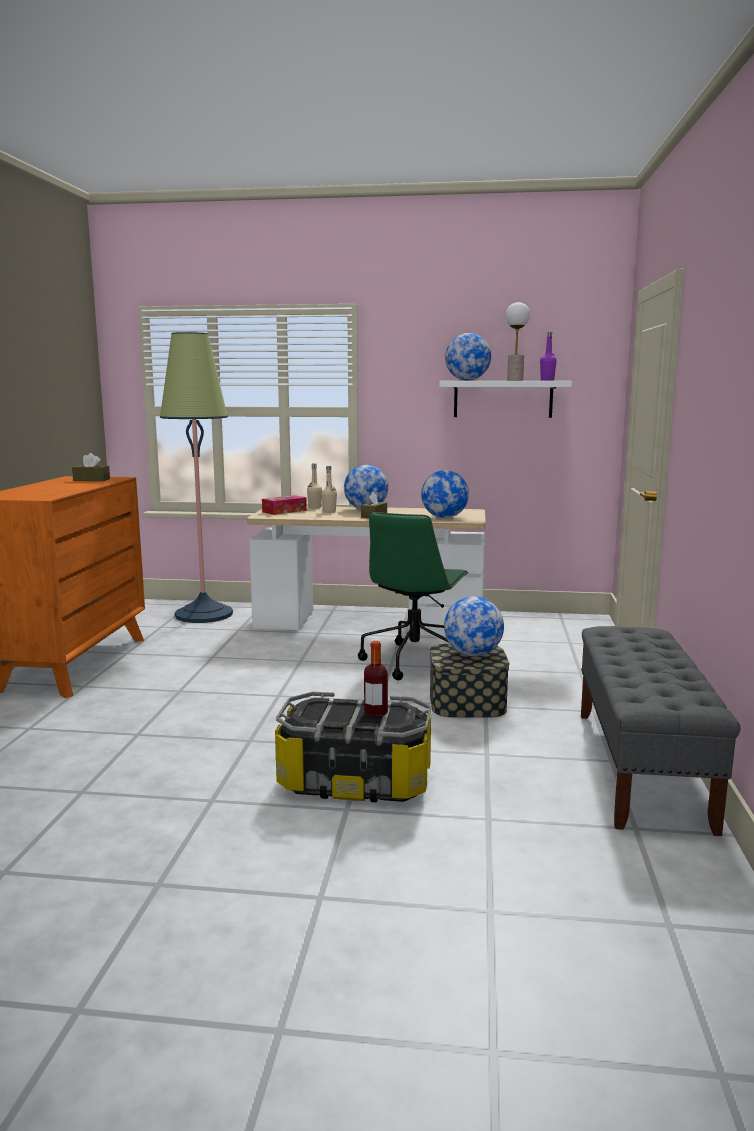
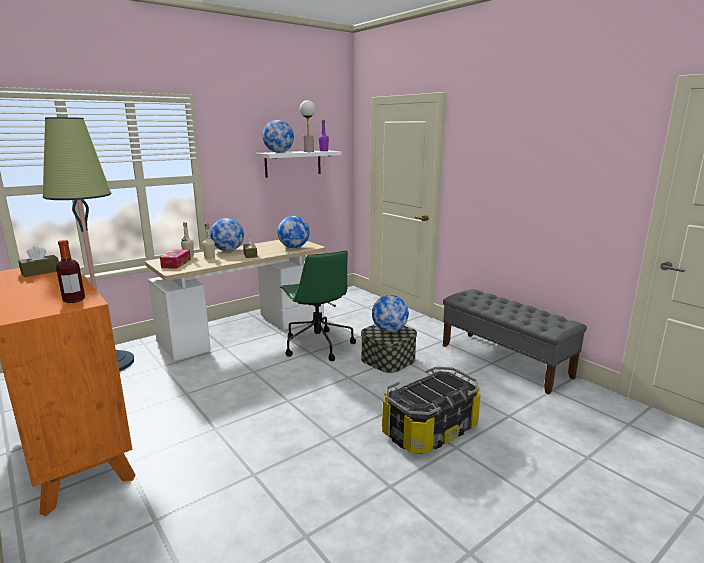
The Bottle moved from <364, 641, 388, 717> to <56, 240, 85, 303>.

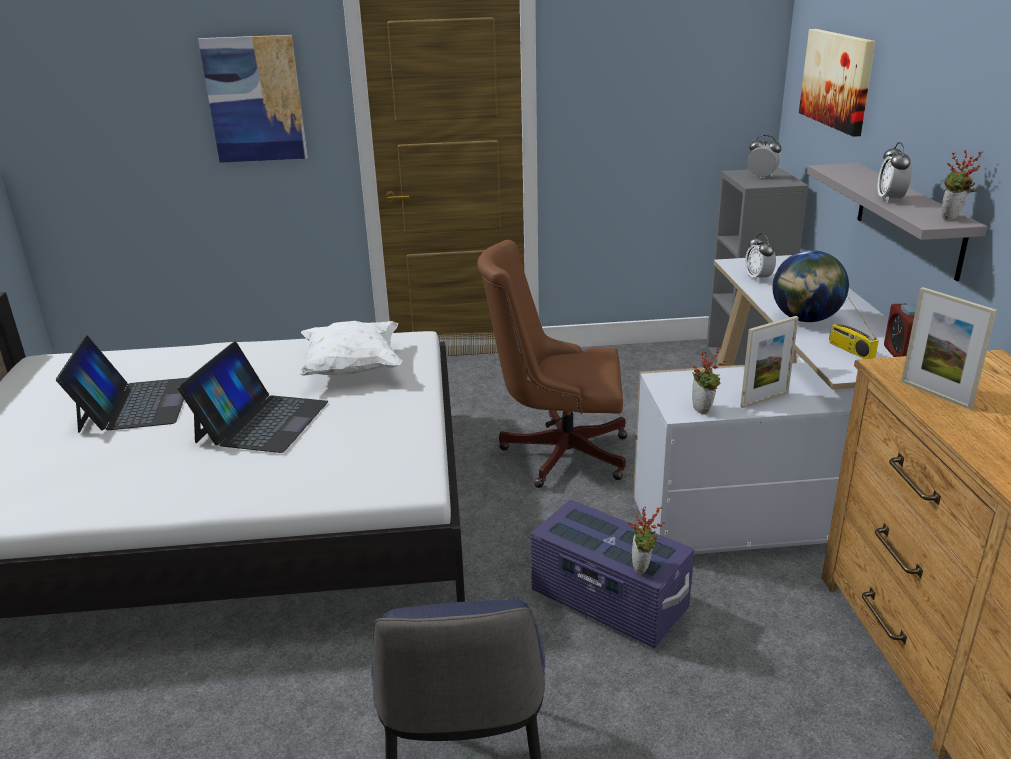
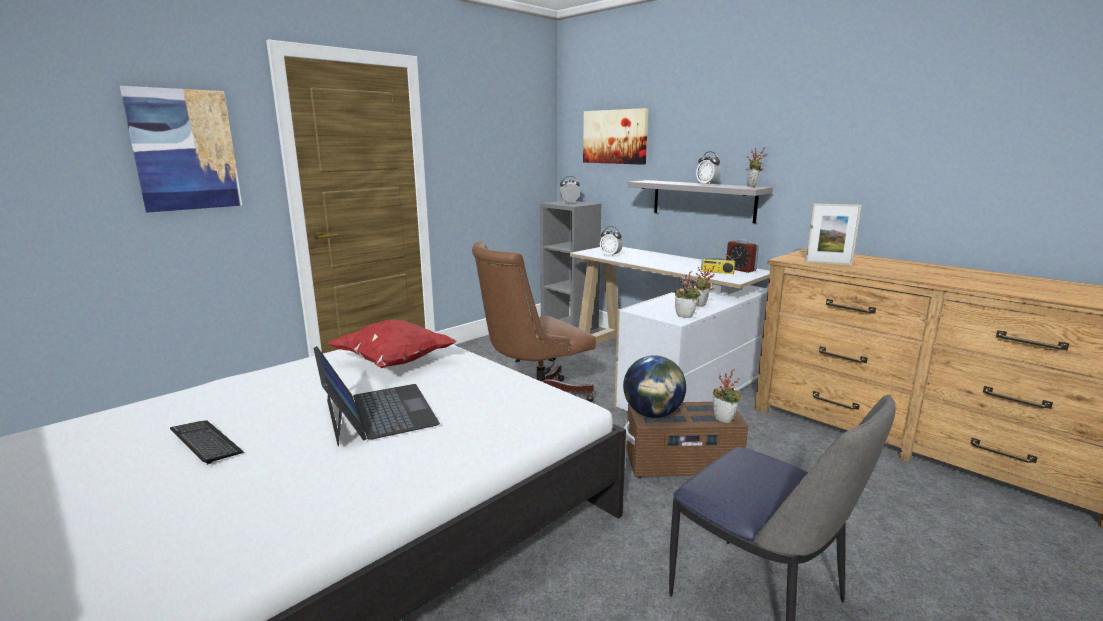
The WorldGlobe moved from <773, 250, 849, 322> to <623, 355, 686, 418>. The StandingFrame at <740, 316, 799, 408> was replaced by the Houseplant at <696, 266, 715, 307>. The WhitePillow at <297, 321, 403, 376> became the RedColouredPillow at <327, 320, 457, 368>. The NotebookComputer at <56, 336, 189, 433> was replaced by the Keyboard at <170, 421, 244, 465>. The PurpleStorageContainer at <531, 500, 694, 648> became the BrownishStorageContainer at <624, 402, 748, 478>.

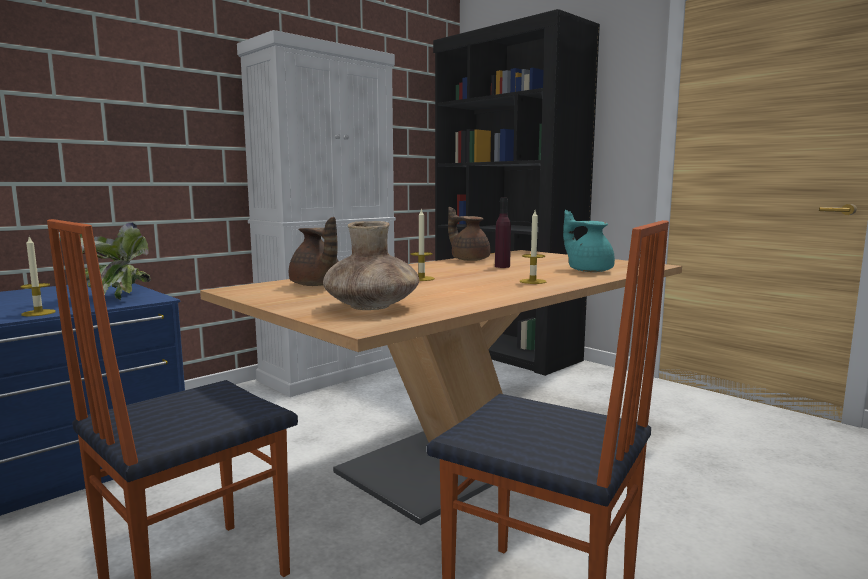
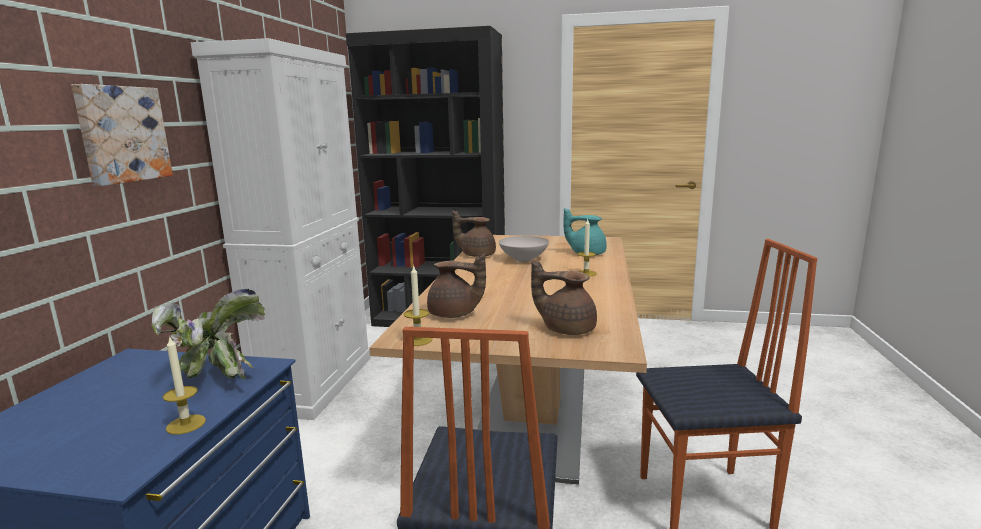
The PurpleBottle at <495, 198, 511, 268> was replaced by the WhiteDeepDish at <499, 236, 549, 262>. The Candle moved from <411, 208, 435, 281> to <404, 264, 433, 346>. The BrownishVase at <323, 221, 419, 310> was replaced by the BrownishTeaPot at <531, 260, 597, 335>. The WallPicture at <71, 84, 173, 186> appeared.

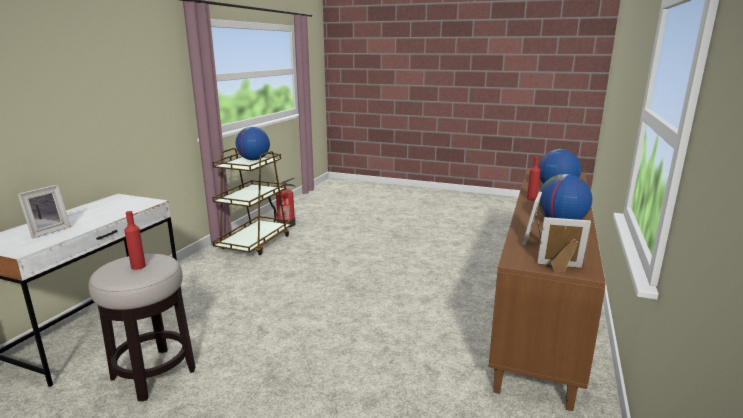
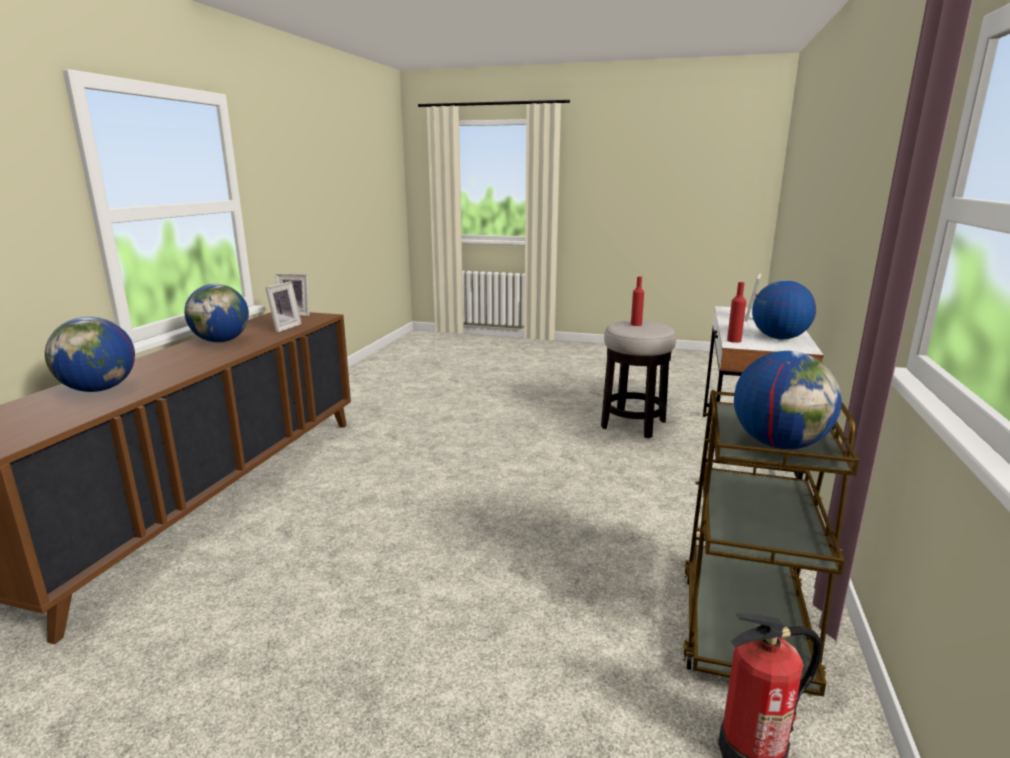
The RedColouredBottle moved from <527, 156, 541, 201> to <727, 282, 746, 343>. The WorldGlobe at <752, 280, 816, 339> appeared.

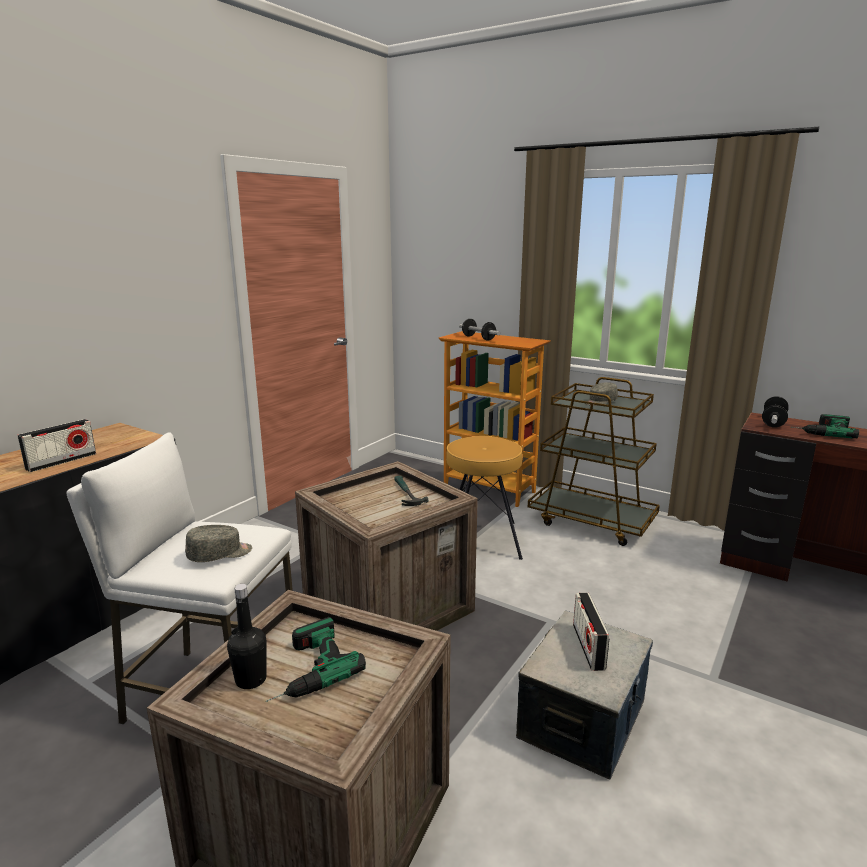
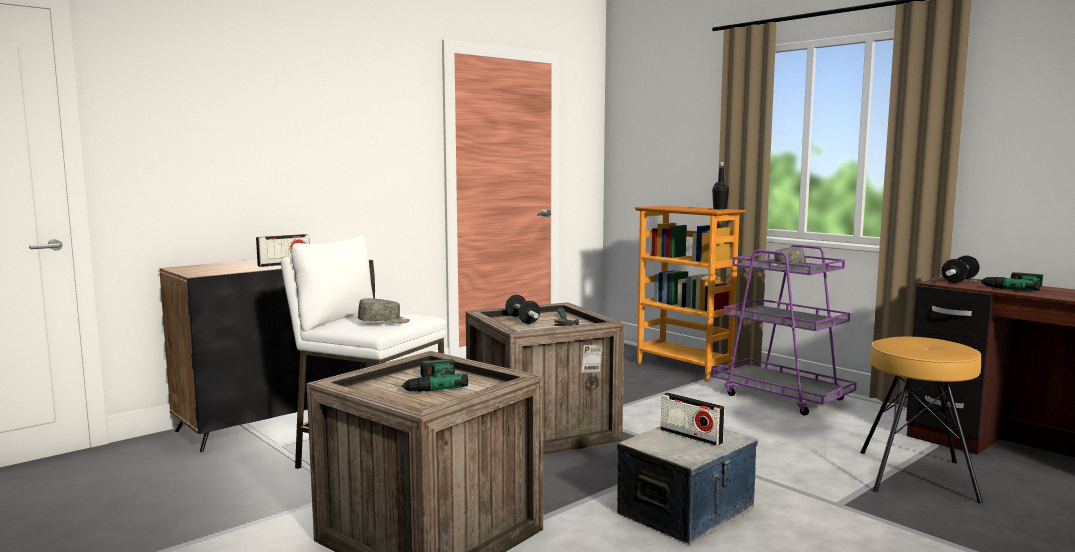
The HandWeight moved from <459, 319, 500, 341> to <505, 295, 540, 324>. The BrownishTrolley at <528, 377, 660, 546> became the PurpleTrolley at <712, 244, 857, 416>. The BrownishStool moved from <446, 436, 523, 560> to <860, 337, 983, 503>. The BlackishBottle moved from <227, 584, 267, 689> to <712, 162, 729, 210>. The Radio at <573, 593, 609, 671> turned 60 degrees counterclockwise.

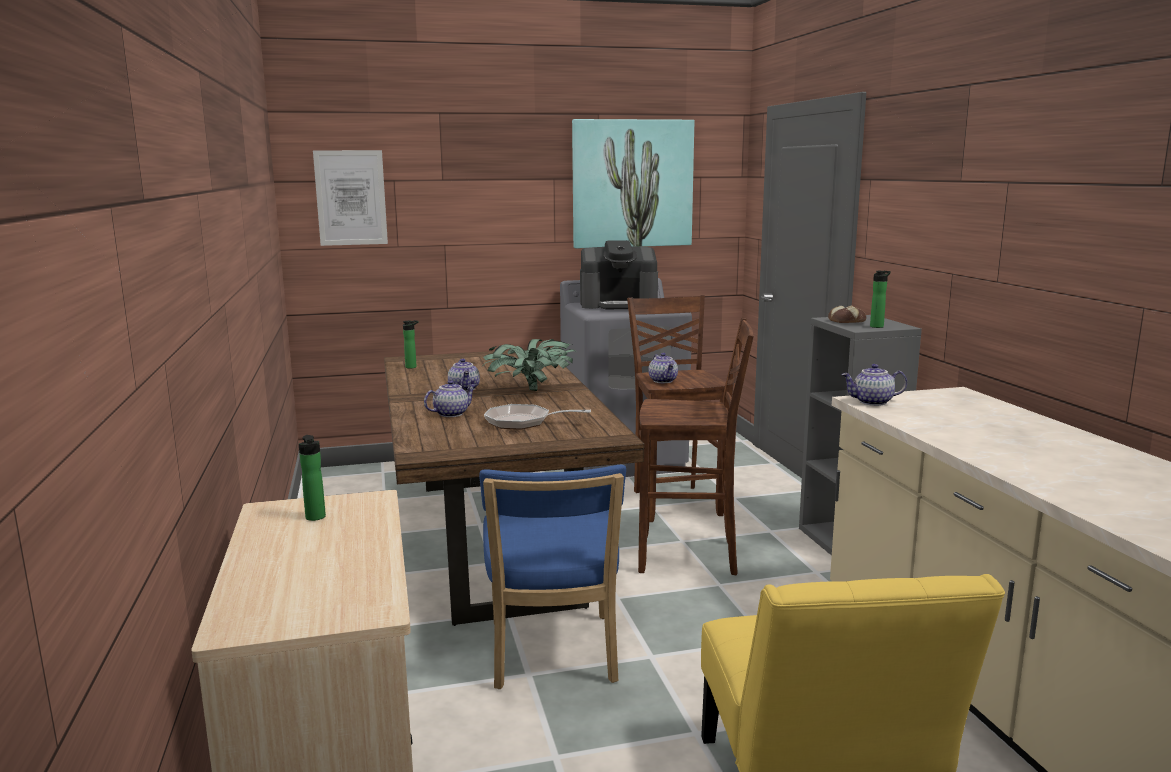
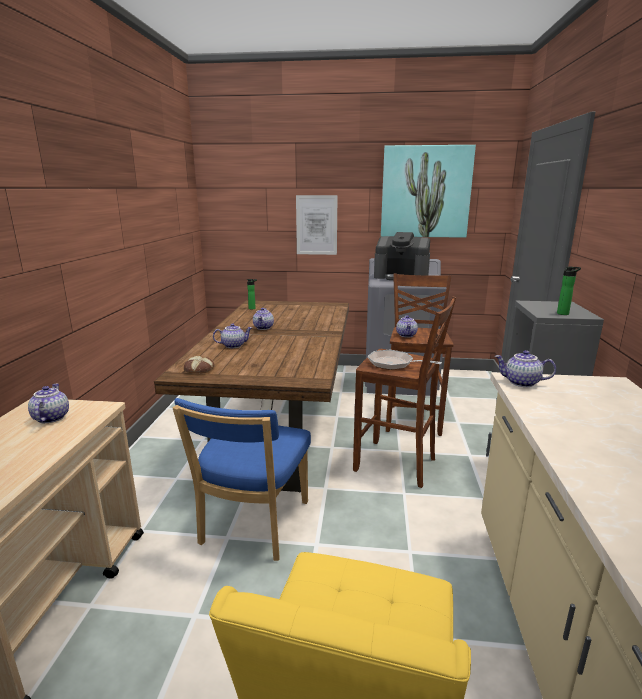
The WallPicture moved from <313, 150, 388, 246> to <296, 195, 338, 255>. The Bread moved from <828, 305, 866, 323> to <184, 356, 215, 374>. The Houseplant at <482, 339, 576, 391> disappeared. The Pan moved from <484, 404, 591, 430> to <368, 350, 442, 370>. The Bottle at <299, 435, 326, 521> was replaced by the TeaPot at <28, 383, 69, 423>.

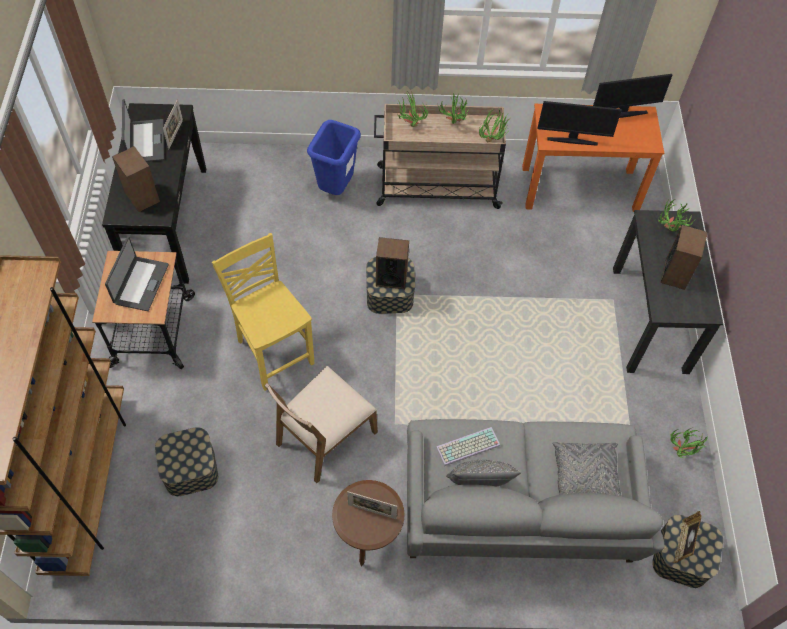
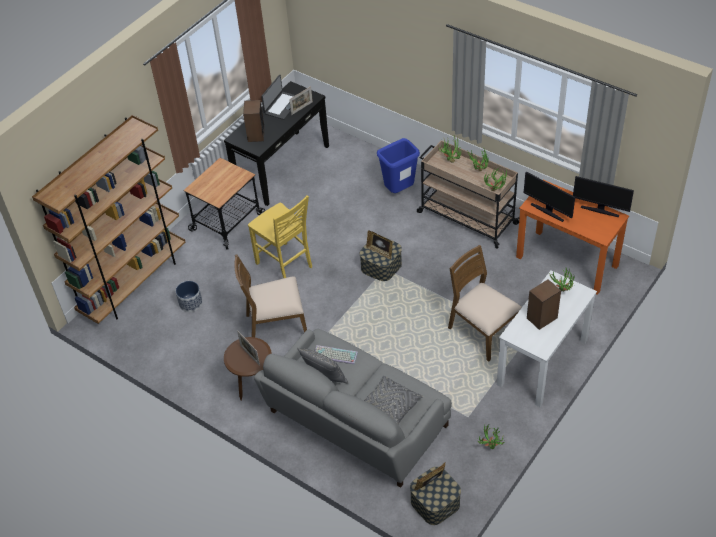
The BlackishDeskUnit at <613, 210, 723, 374> became the WhiteDeskUnit at <497, 270, 597, 407>. The YellowUprightChair at <212, 233, 315, 391> turned 135 degrees clockwise. The NotebookComputer at <105, 237, 169, 311> disappeared. The Speaker at <376, 237, 409, 289> was replaced by the StandingFrame at <366, 230, 393, 260>. The StorageContainer at <155, 427, 218, 496> was replaced by the PlantPot at <176, 281, 202, 312>. The BrownishUprightChair at <448, 245, 522, 362> appeared.

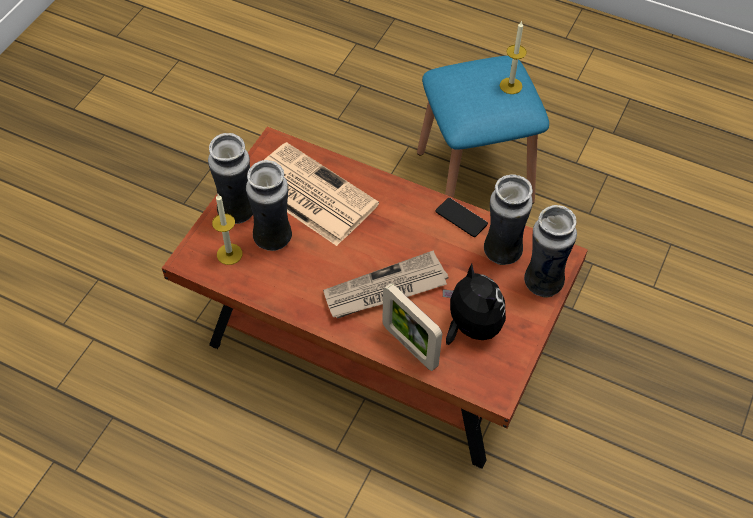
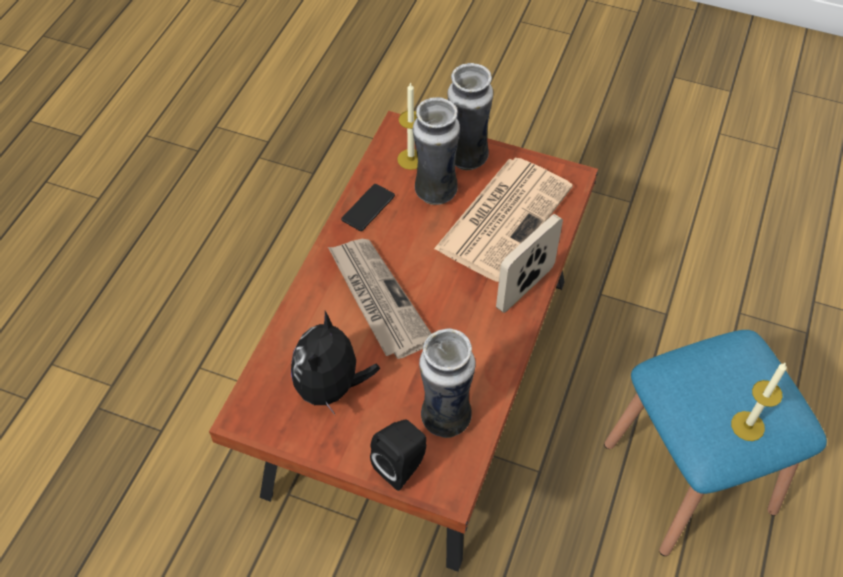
The Handset moved from <435, 198, 488, 237> to <341, 184, 395, 231>. The Vase at <524, 205, 577, 298> was replaced by the BlackishSpeaker at <370, 420, 426, 491>. The SoftToy at <443, 263, 506, 345> turned 135 degrees clockwise. The StandingFrame moved from <382, 283, 442, 371> to <496, 214, 563, 313>.

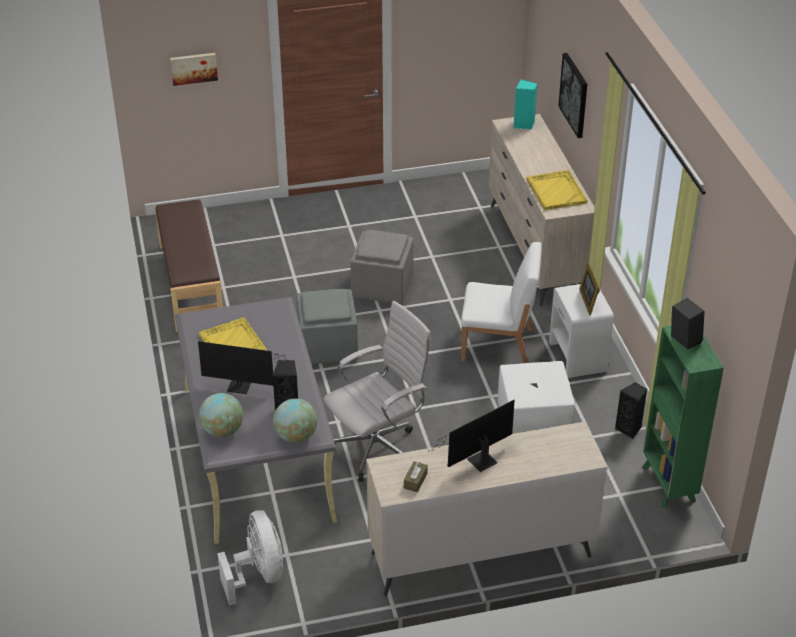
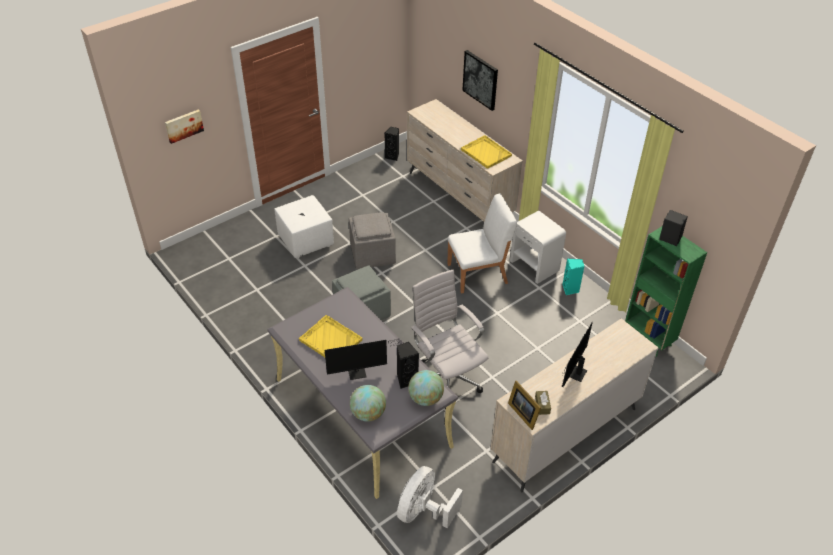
The BlueGreenSpeaker moved from <514, 79, 537, 129> to <562, 258, 585, 295>. The BrownishBench at <155, 199, 223, 332> disappeared. The StandingFrame moved from <579, 262, 600, 315> to <508, 381, 541, 430>. The WhiteDeskChair at <324, 301, 432, 482> turned 60 degrees counterclockwise. The WhitePouffe moved from <498, 361, 575, 434> to <274, 195, 334, 258>. The BlackishSpeaker moved from <615, 382, 647, 439> to <385, 127, 399, 161>. The WhiteElectricFan at <217, 510, 283, 606> turned 105 degrees counterclockwise.

